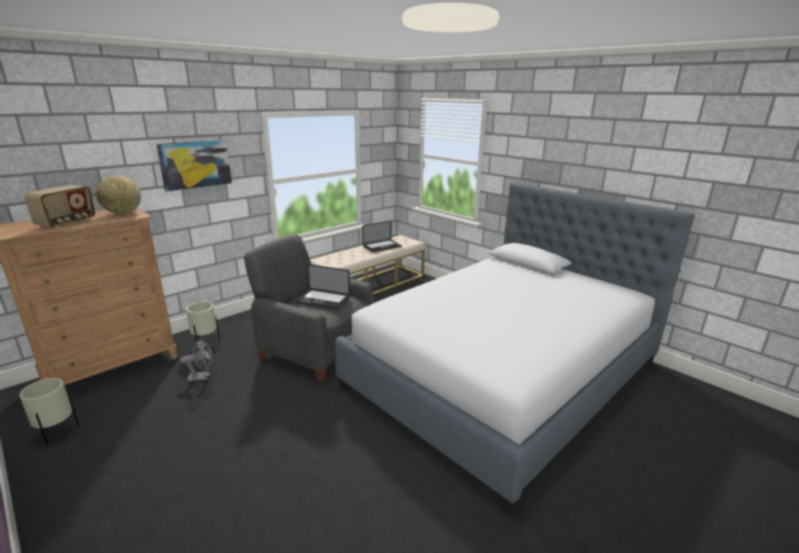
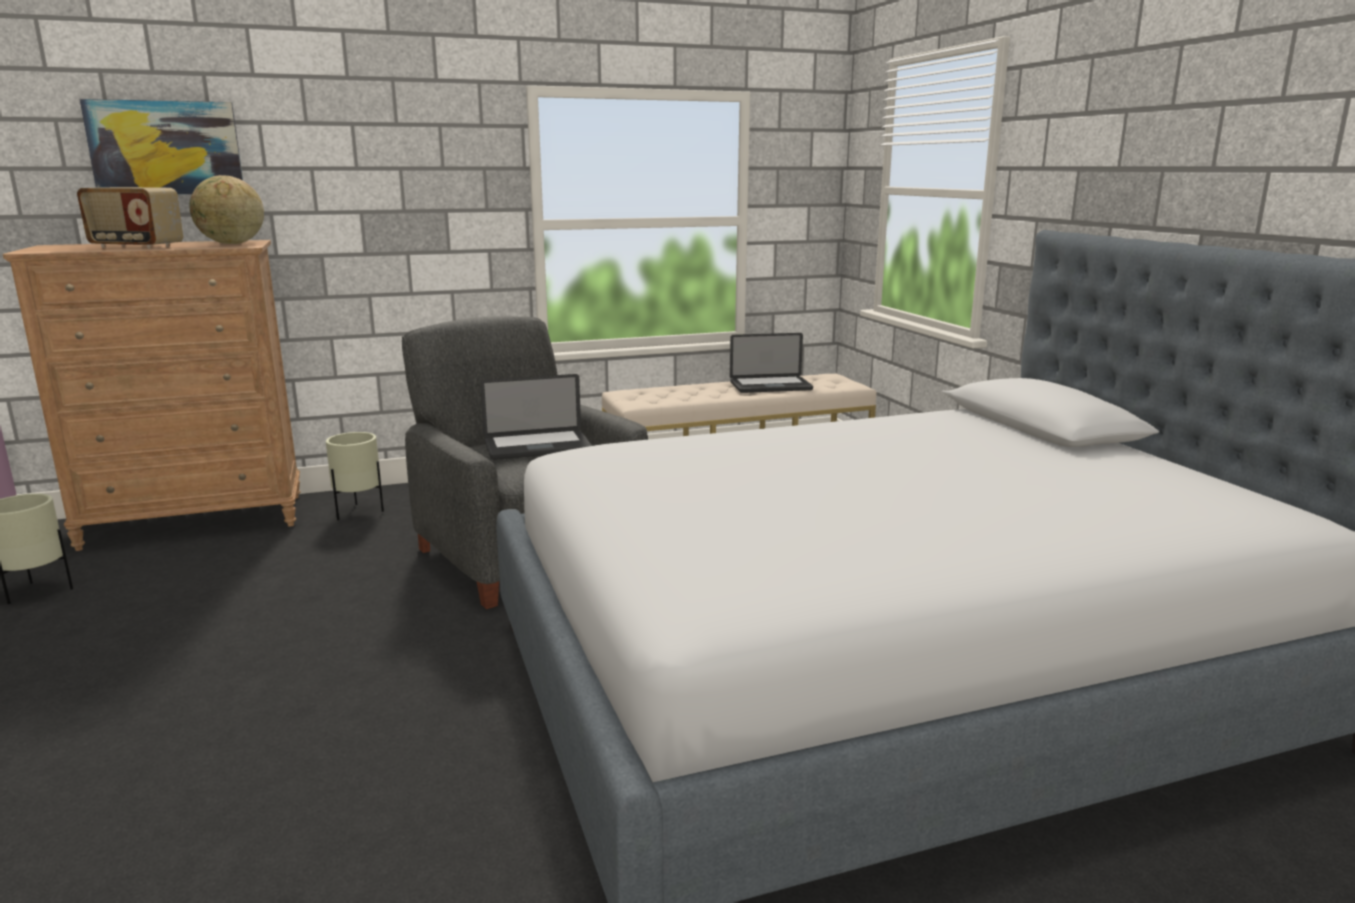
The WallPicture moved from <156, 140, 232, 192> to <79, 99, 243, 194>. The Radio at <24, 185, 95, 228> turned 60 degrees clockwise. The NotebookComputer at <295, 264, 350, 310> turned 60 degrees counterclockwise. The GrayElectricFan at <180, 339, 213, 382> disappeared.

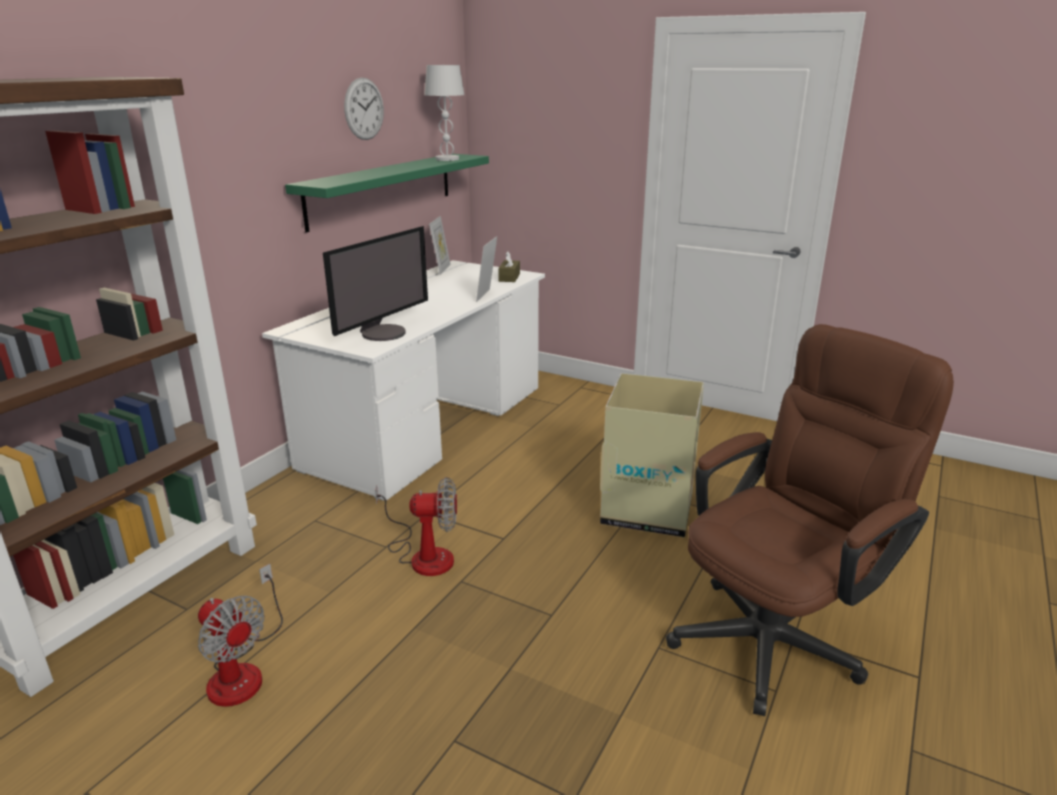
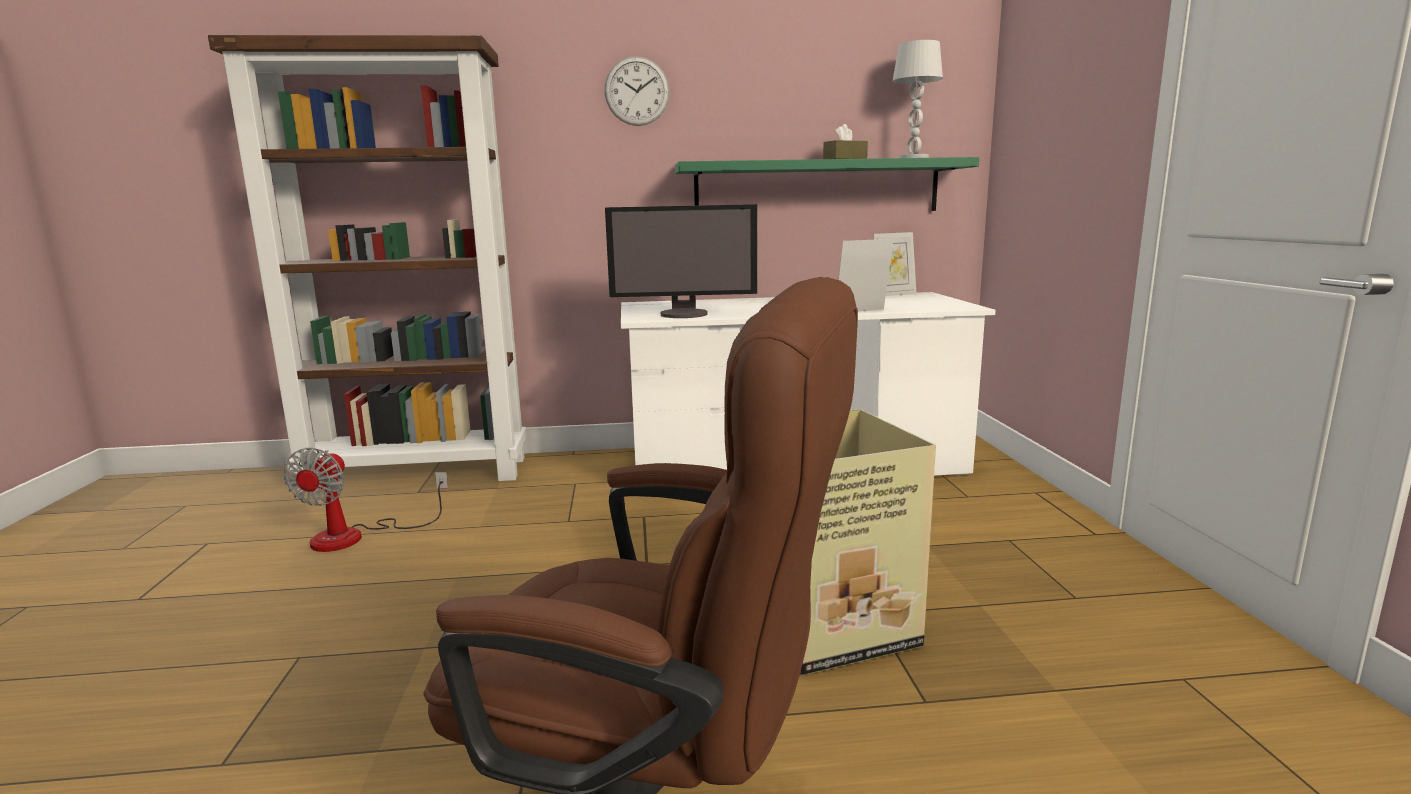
The WallClock moved from <344, 77, 384, 140> to <604, 56, 670, 126>. The BrownishTissueHolder moved from <498, 251, 520, 282> to <823, 124, 868, 159>. The ElectricFan at <375, 477, 457, 576> disappeared.

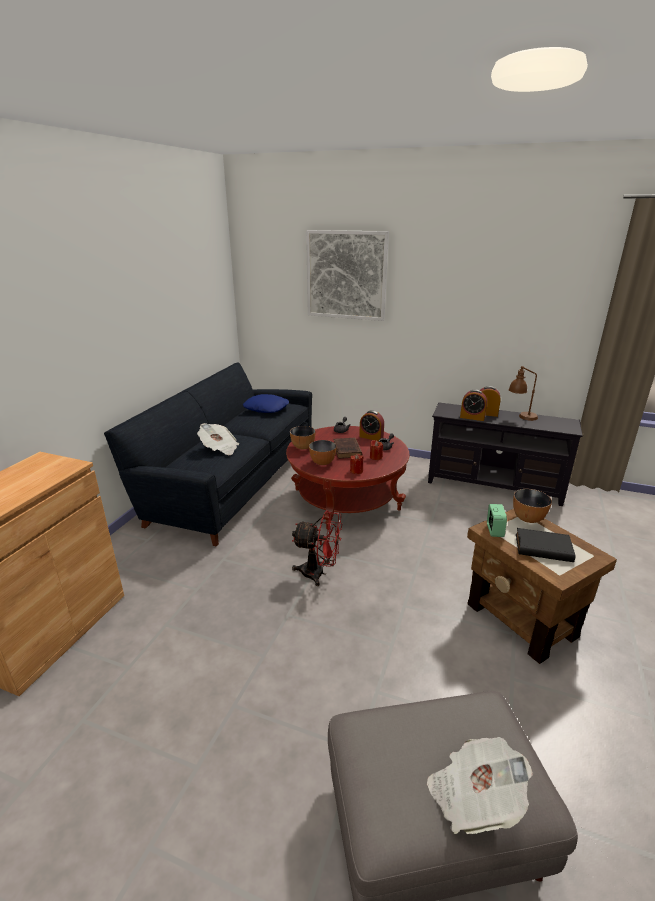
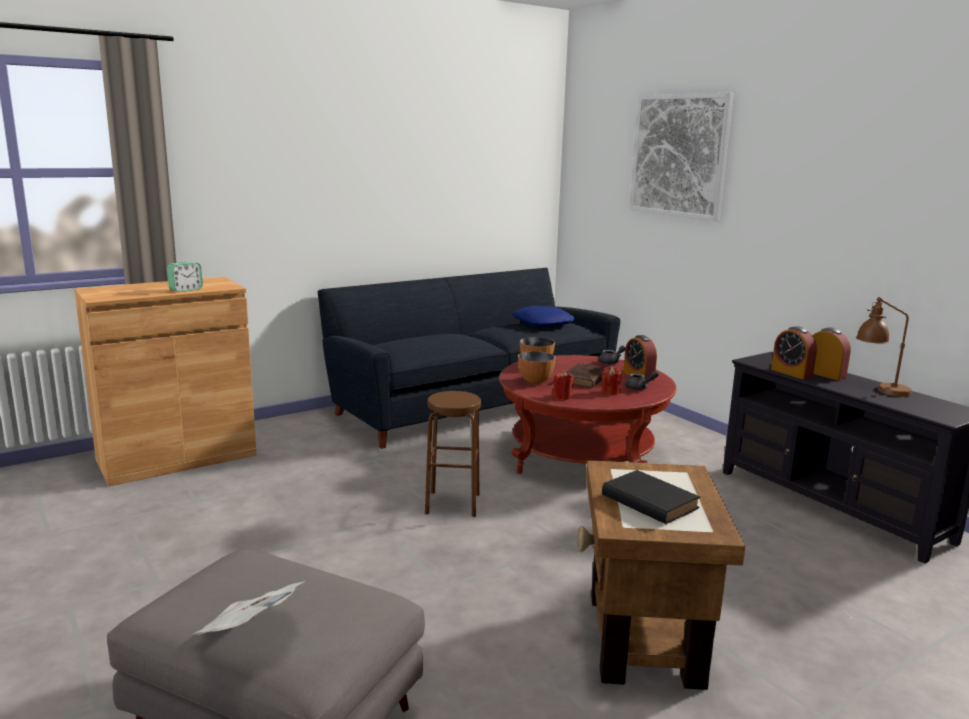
The PrintedPaper at <197, 423, 239, 455> disappeared. The DeepDish at <513, 489, 552, 523> disappeared. The AlarmClock moved from <487, 504, 507, 537> to <167, 261, 203, 292>. The RedColouredElectricFan at <292, 510, 342, 586> was replaced by the BrownishStool at <425, 391, 481, 517>.

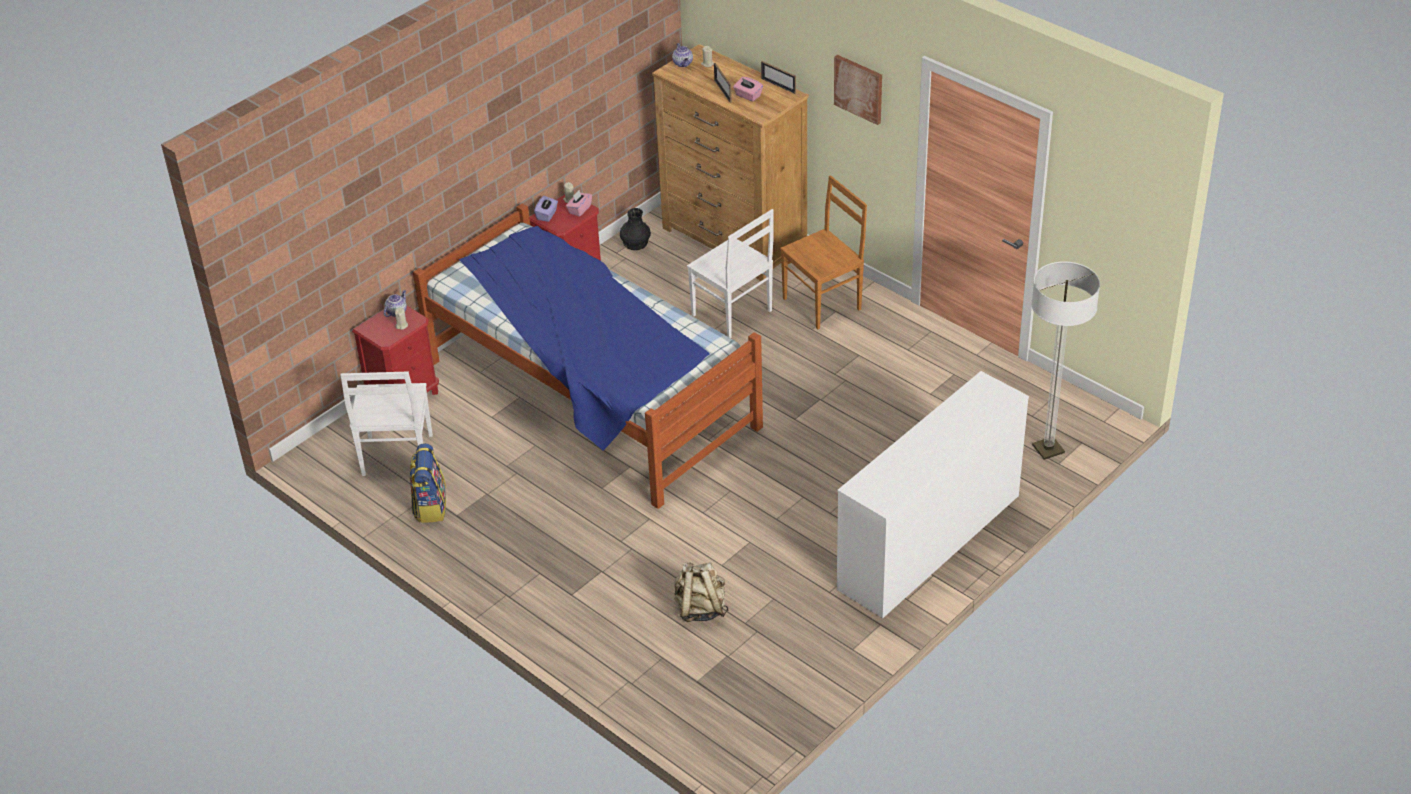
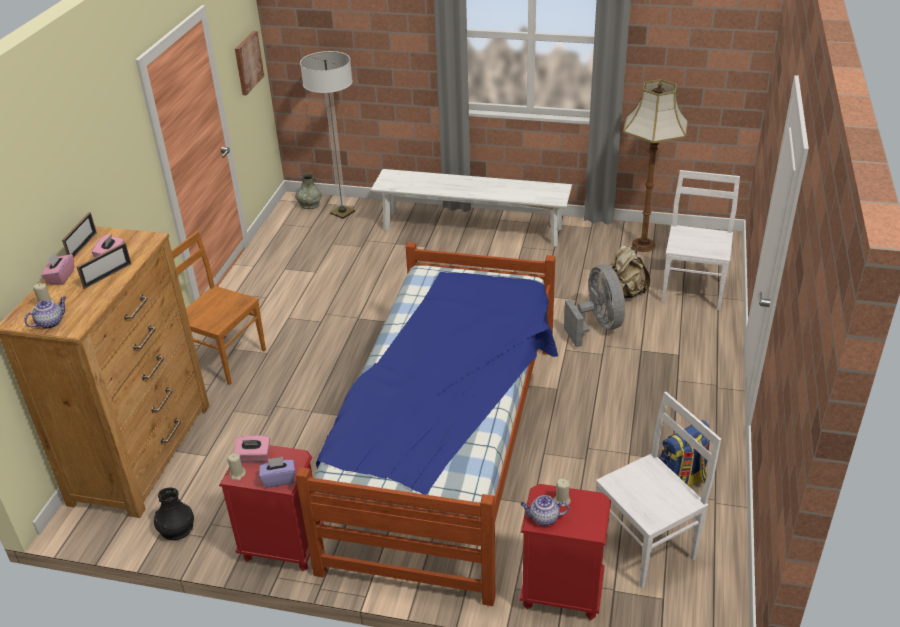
The WallPicture moved from <834, 55, 882, 125> to <235, 31, 264, 95>. The WhiteUprightChair moved from <687, 209, 774, 338> to <662, 170, 740, 310>. The WhiteDresser at <837, 371, 1029, 618> was replaced by the WhiteBench at <371, 169, 572, 247>. The StandingLamp at <623, 79, 688, 252> appeared. The GrayVase at <295, 173, 322, 209> appeared. The PinkTissueHolder at <41, 252, 74, 285> appeared. The GrayElectricFan at <564, 265, 625, 347> appeared.

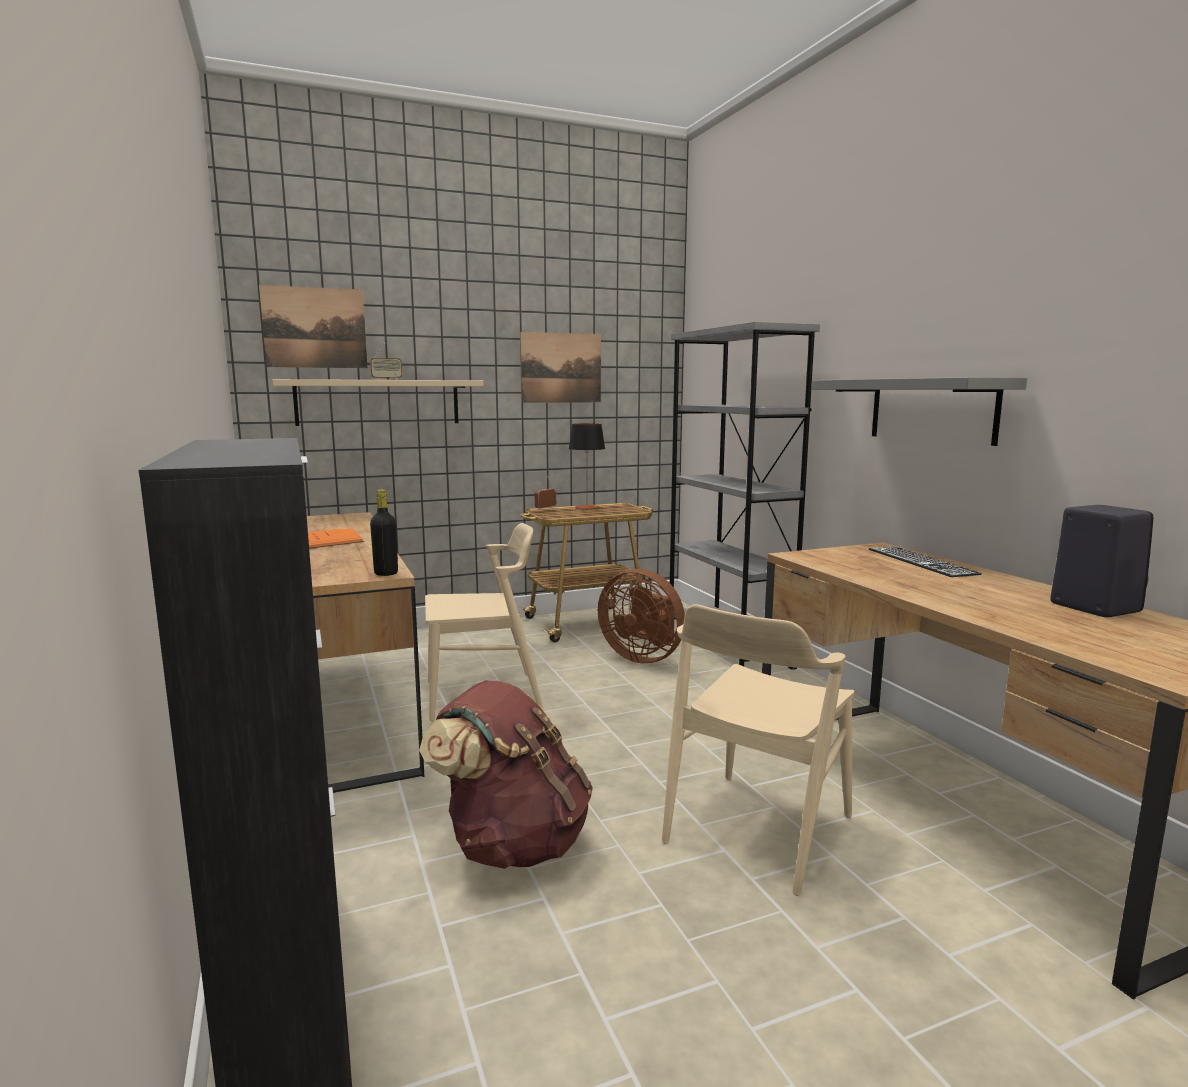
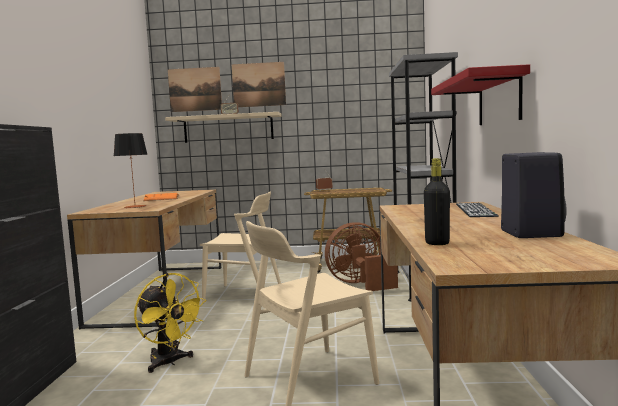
The WallPicture moved from <520, 332, 601, 403> to <232, 62, 286, 107>. The GrayShelf at <812, 377, 1027, 446> became the RedColouredShelf at <431, 64, 530, 125>. The TableLamp moved from <569, 423, 605, 509> to <114, 133, 148, 208>. The BlackishBottle moved from <370, 489, 398, 576> to <424, 158, 450, 245>. The BrownishElectricFan at <598, 569, 685, 663> turned 105 degrees clockwise. The BrownishRucksack at <419, 680, 593, 869> was replaced by the YellowElectricFan at <134, 273, 207, 373>.

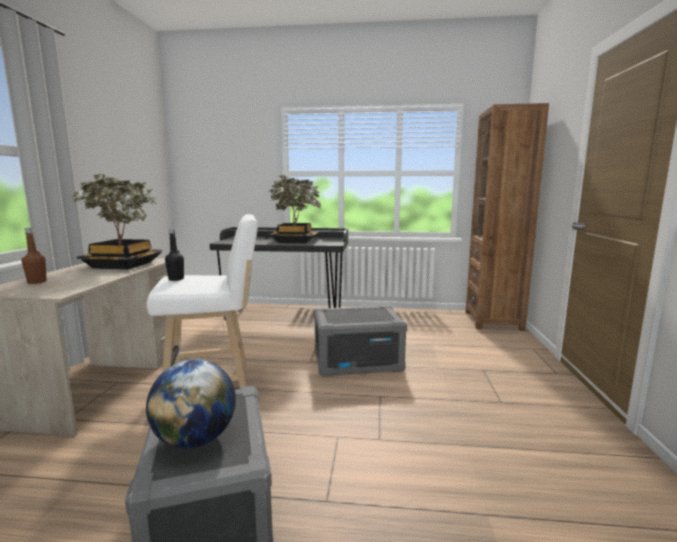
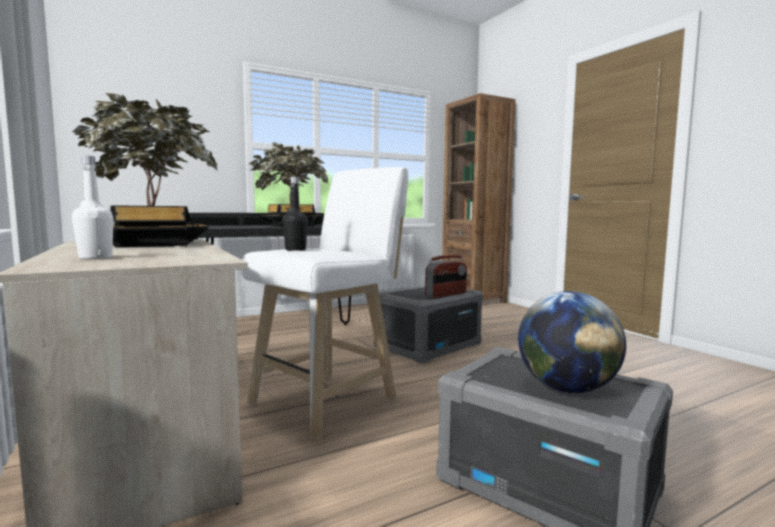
The BrownishBottle at <22, 228, 47, 284> became the WhiteBottle at <72, 156, 113, 259>. The Radio at <425, 255, 467, 298> appeared.

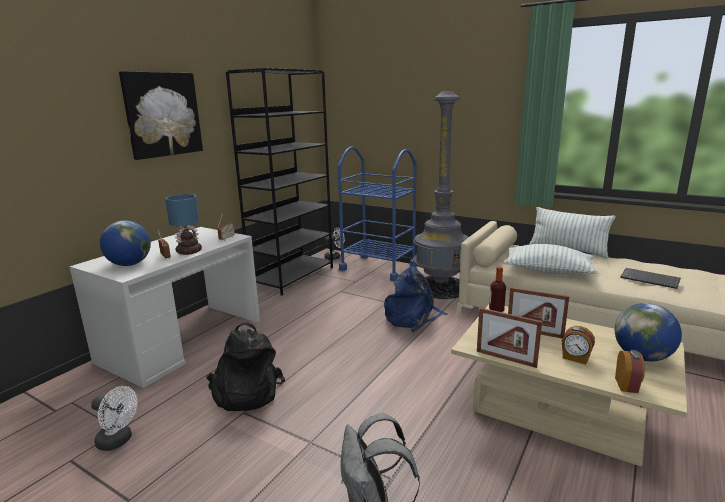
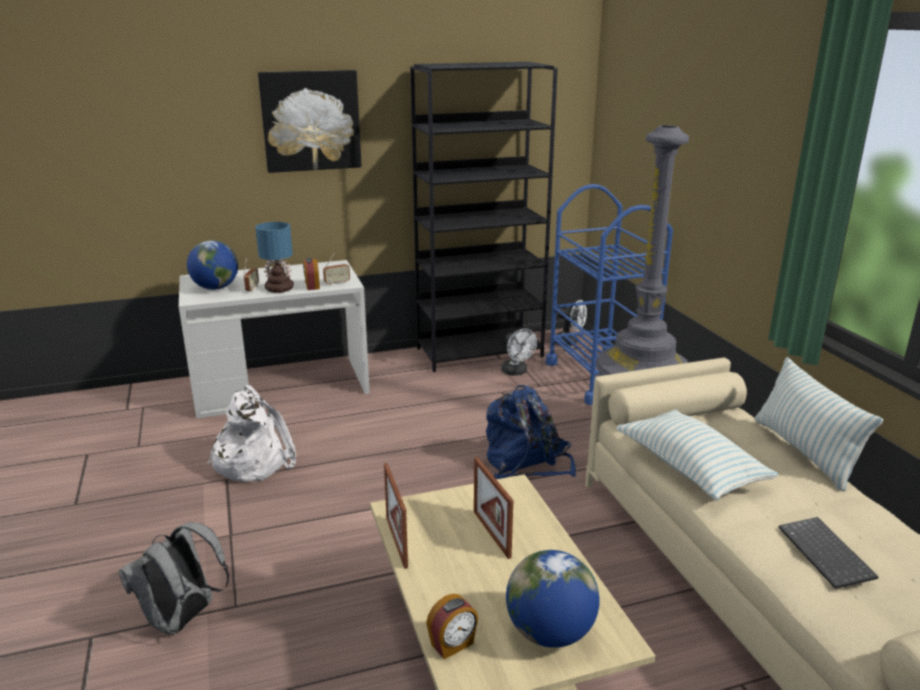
The Bottle at <489, 266, 506, 312> disappeared. The BlackishRucksack at <206, 322, 285, 411> became the WhiteRucksack at <207, 385, 297, 482>. The AlarmClock moved from <562, 326, 595, 365> to <303, 258, 320, 290>. The WhiteElectricFan moved from <91, 386, 138, 451> to <501, 328, 537, 376>.

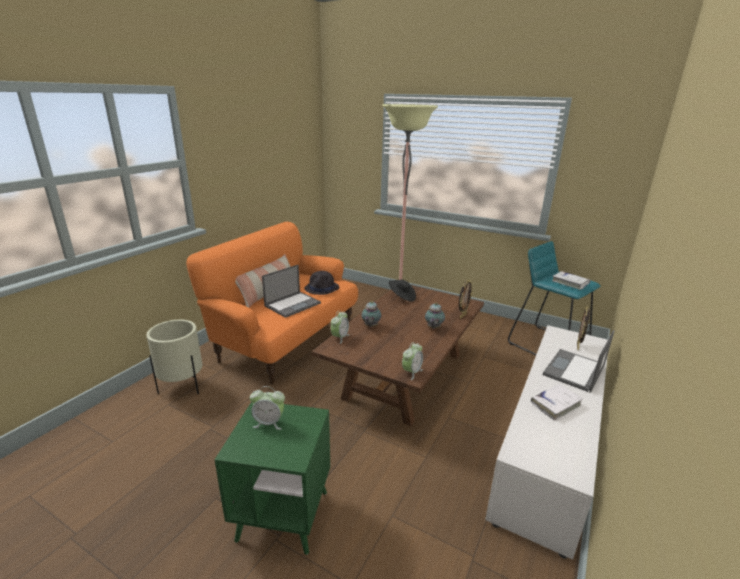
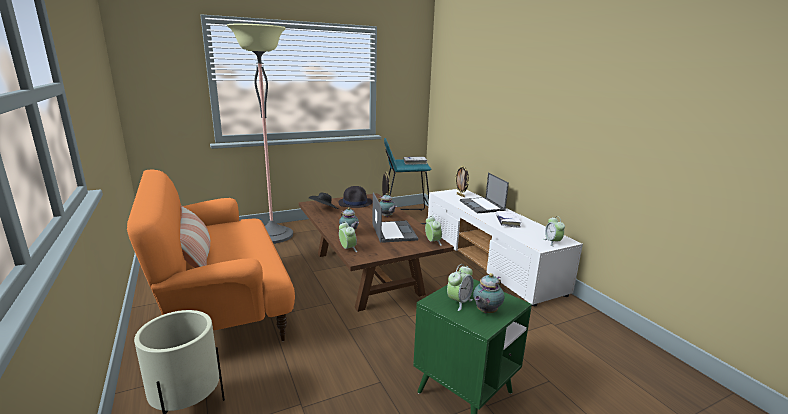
The NotebookComputer moved from <262, 265, 321, 318> to <372, 192, 418, 243>. The BlackishClothingHat moved from <304, 271, 339, 295> to <338, 186, 373, 208>. The AlarmClock at <544, 216, 565, 247> appeared. The TeaPot at <473, 273, 504, 313> appeared.

